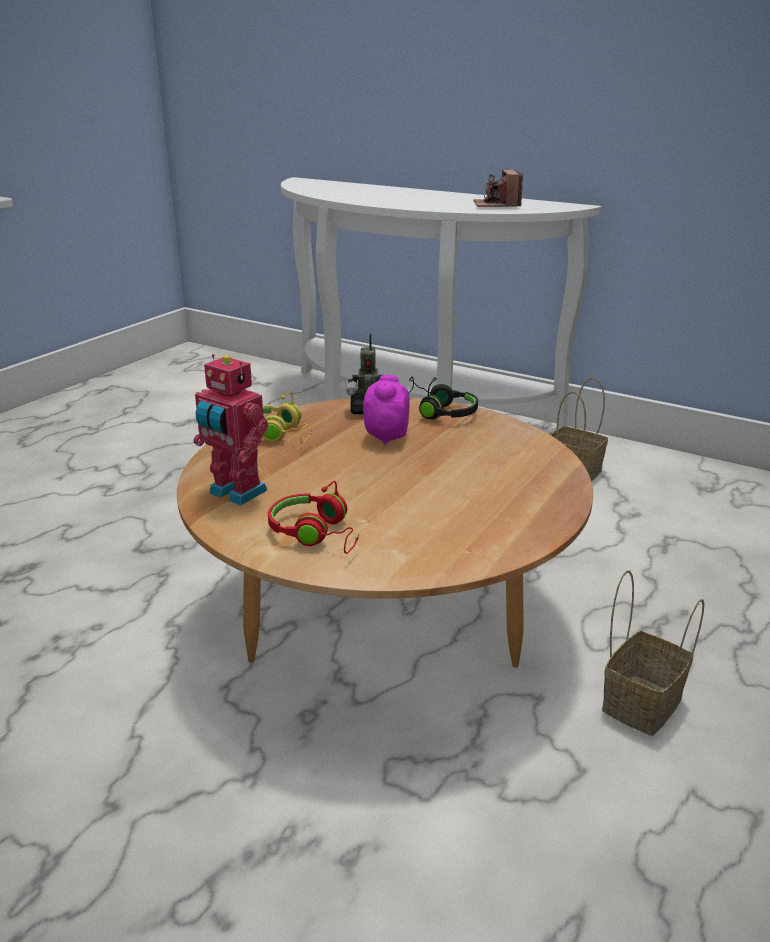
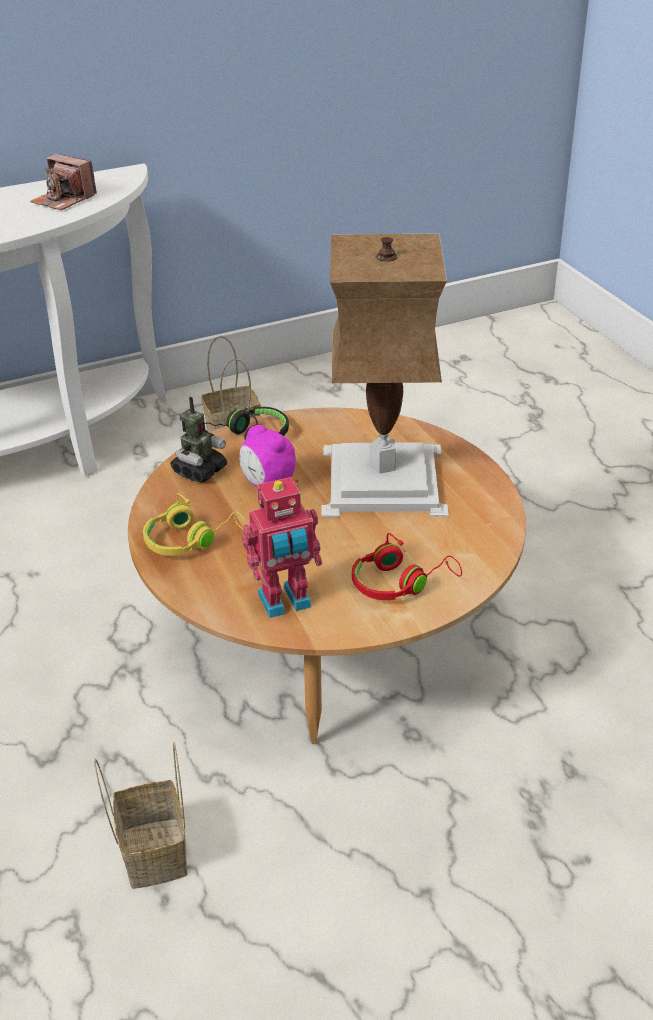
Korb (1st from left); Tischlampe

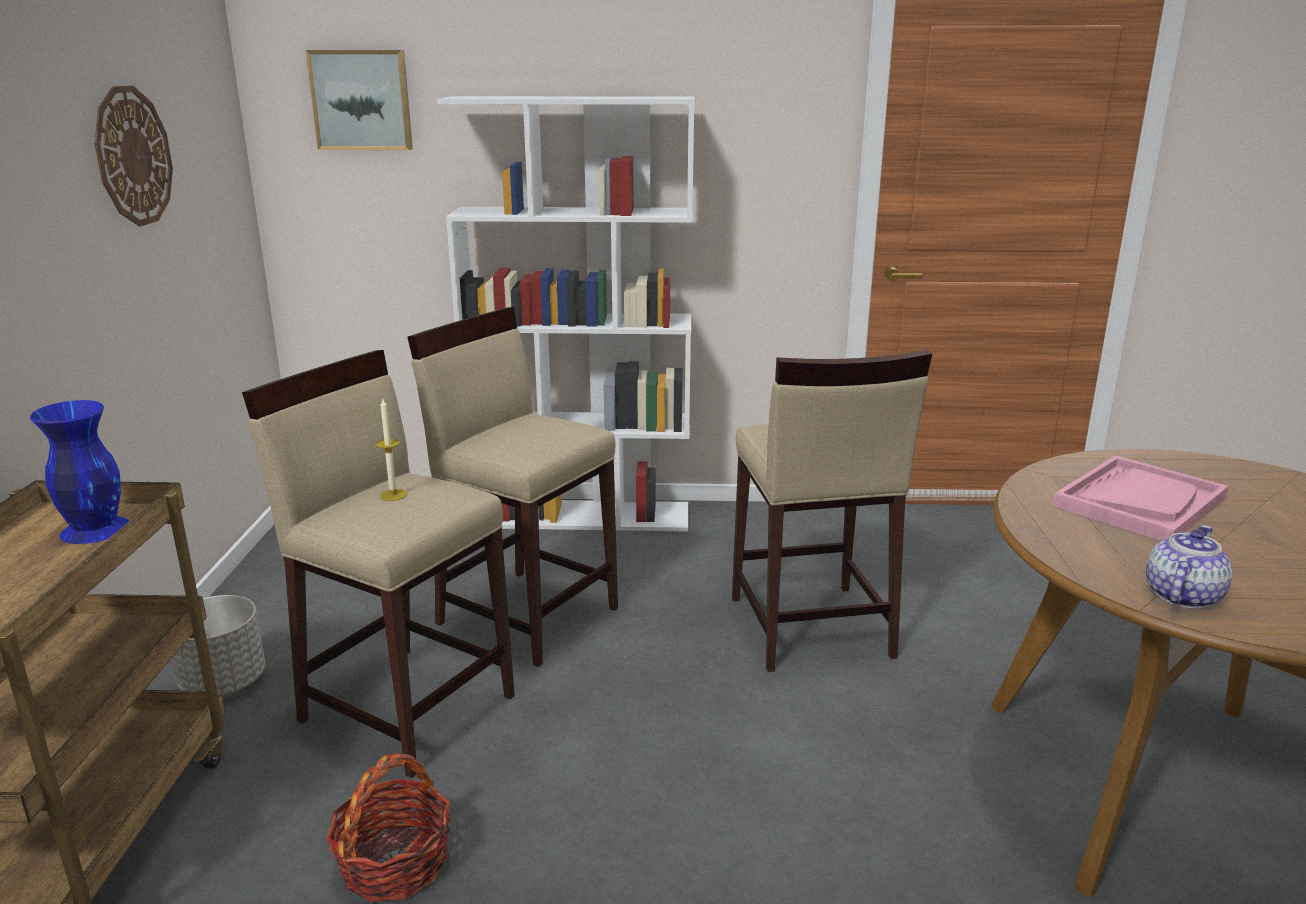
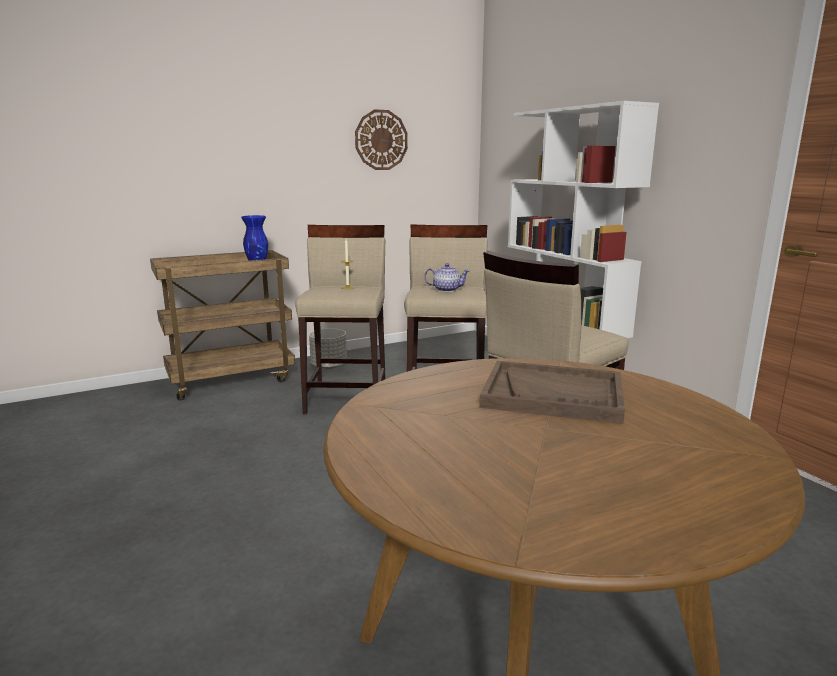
Bild; Korb; Tablett/braun; Teekanne

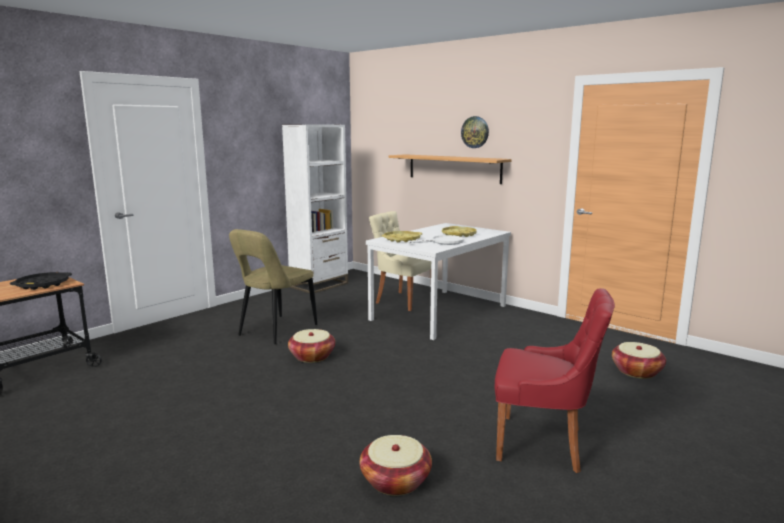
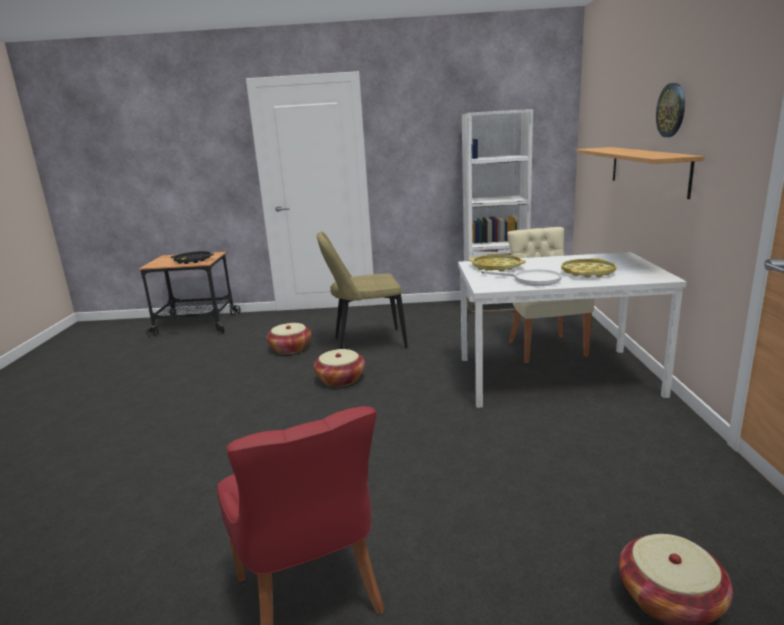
Korb (1st from left)

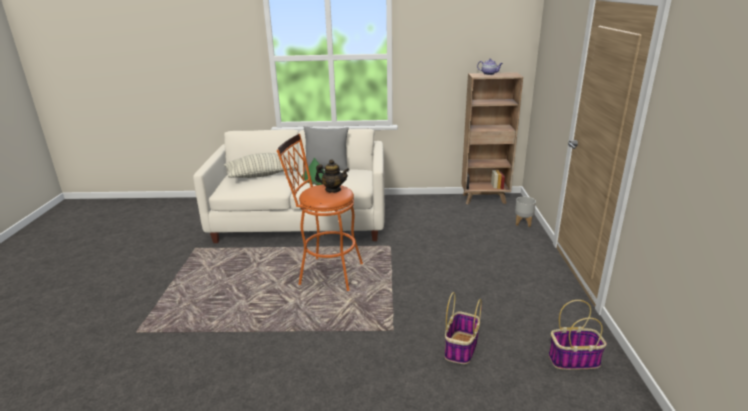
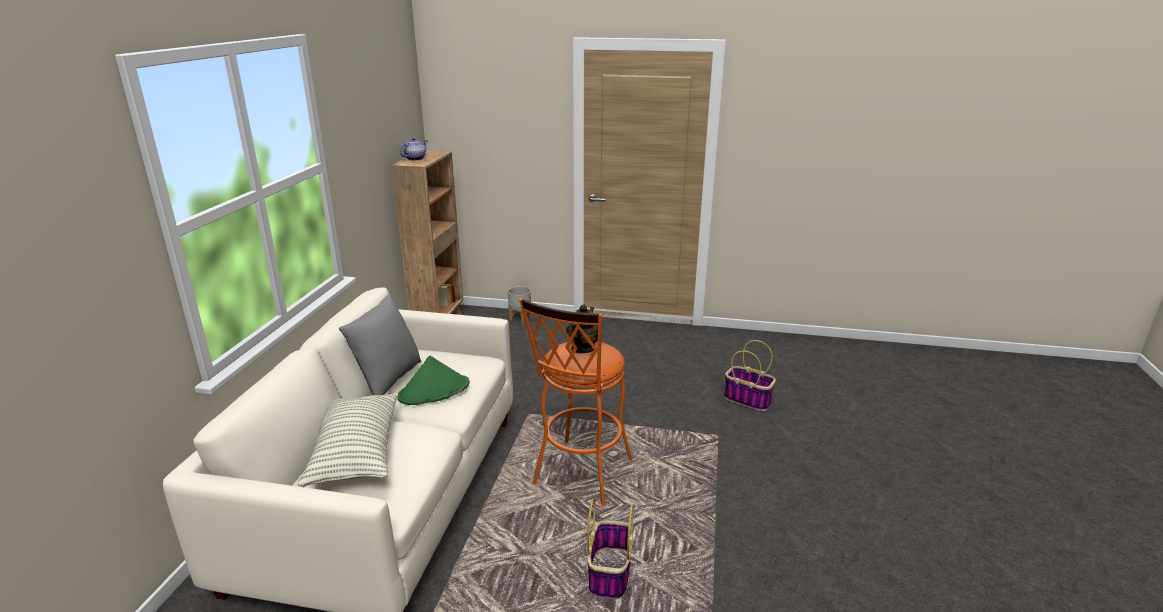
Korb (1st from left)

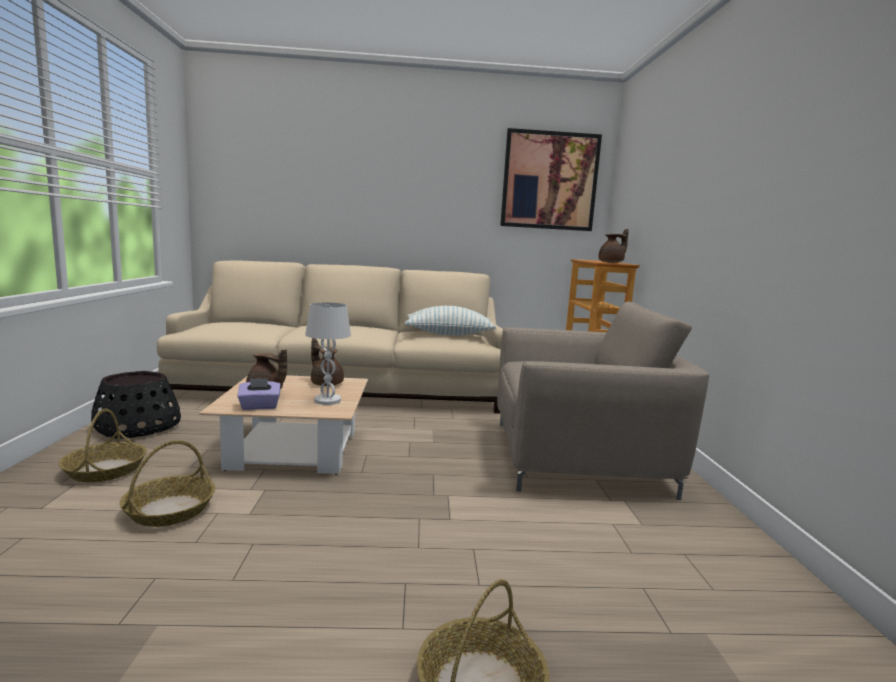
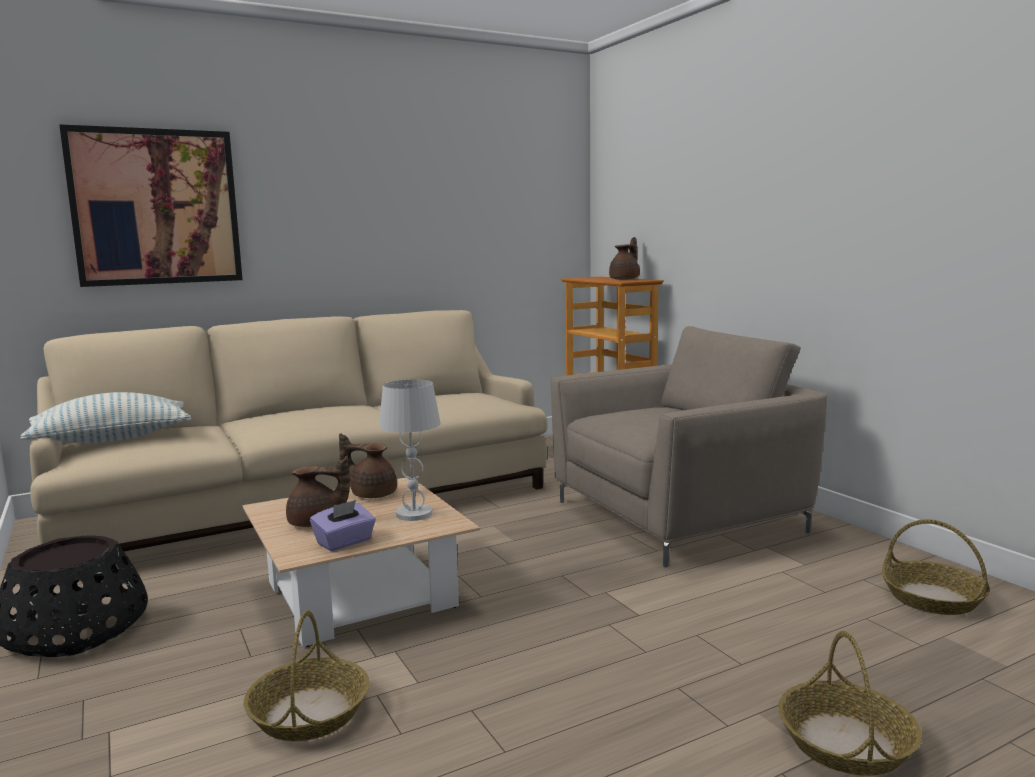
Korb (3rd from left); Kissen; Bild

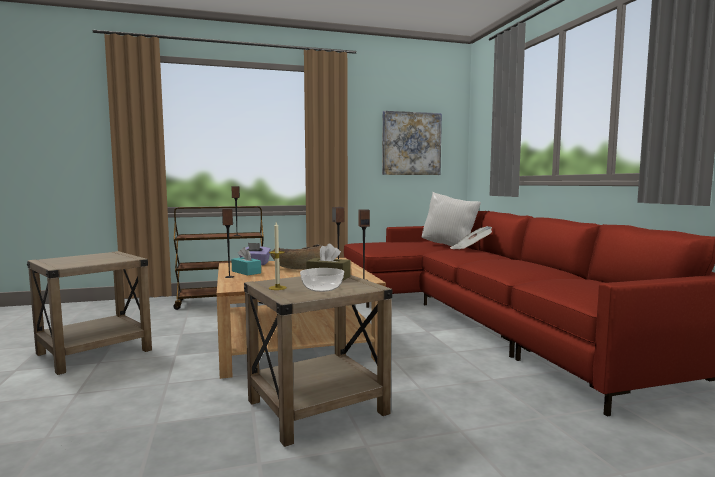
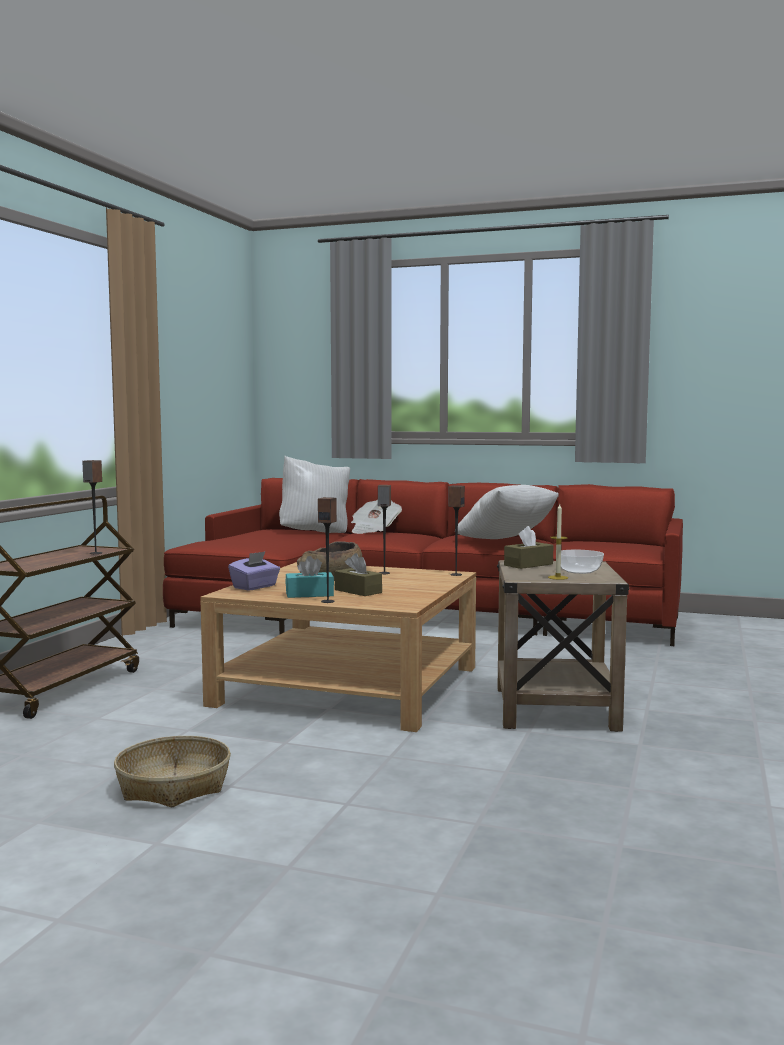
Korb; Bild; Taschentuchbox/braun (1st from left); Kissen/weiß (2nd from left)

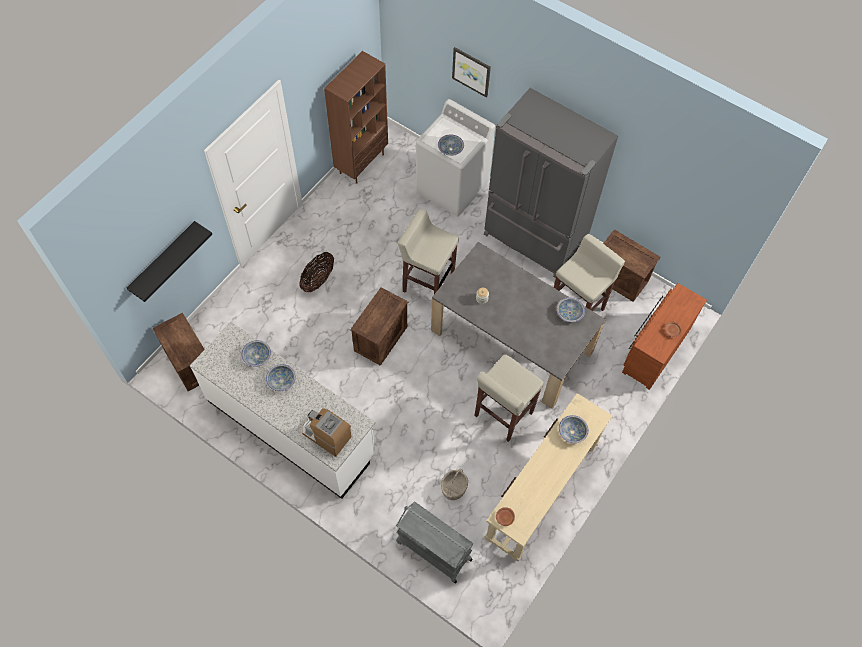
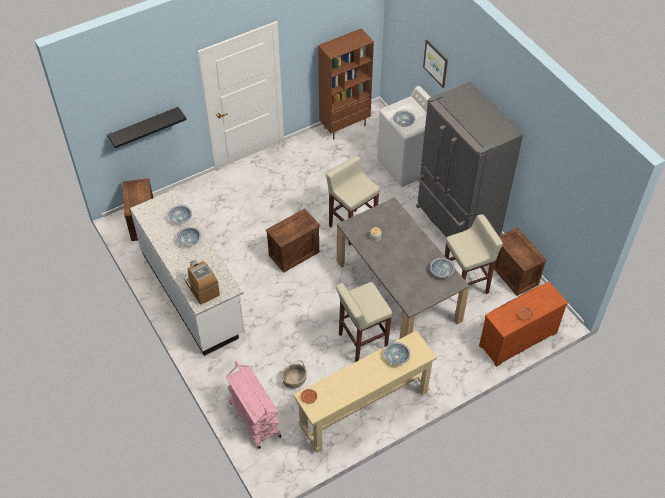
Korb (1st from left in the first image); Rollwagen/rosa

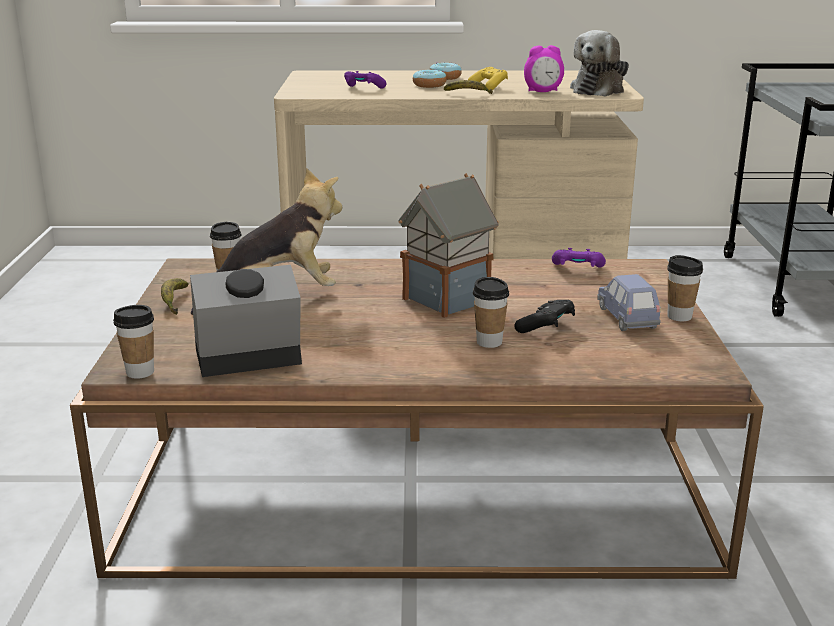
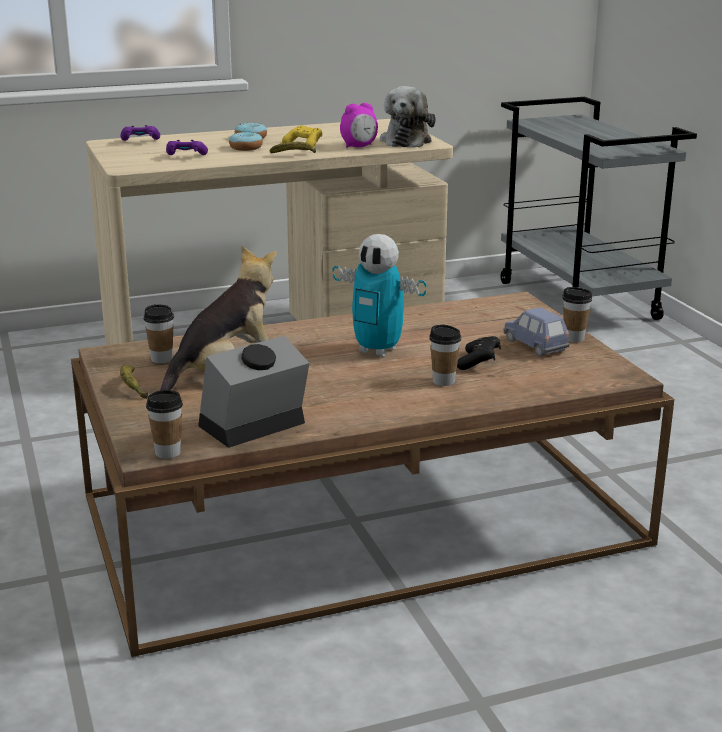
Spielzeugroboter; Gamepad/lila (1st from left)

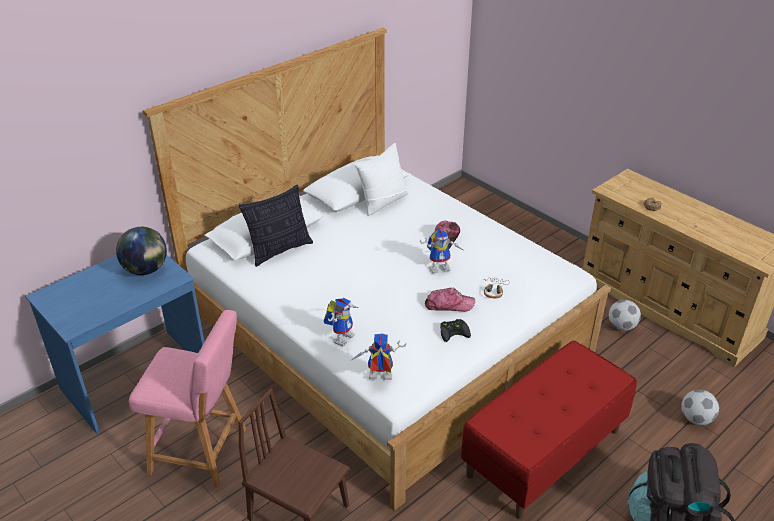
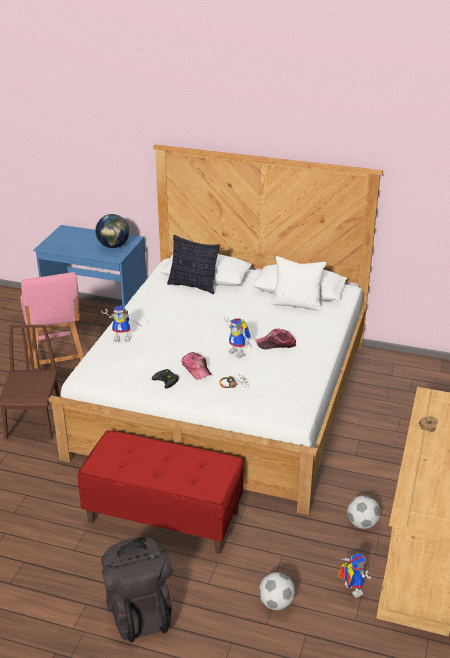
Spielzeugroboter (3rd from left)

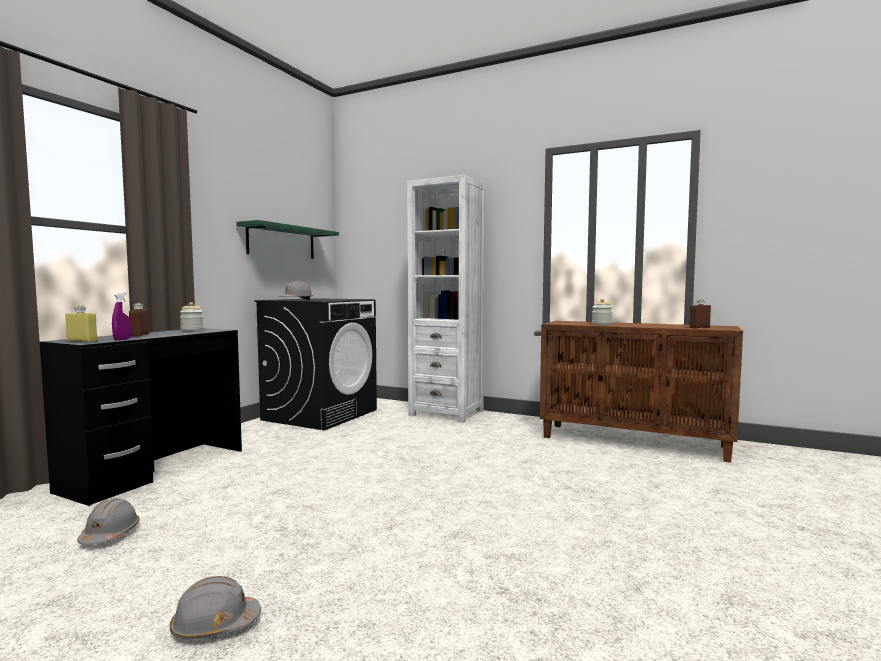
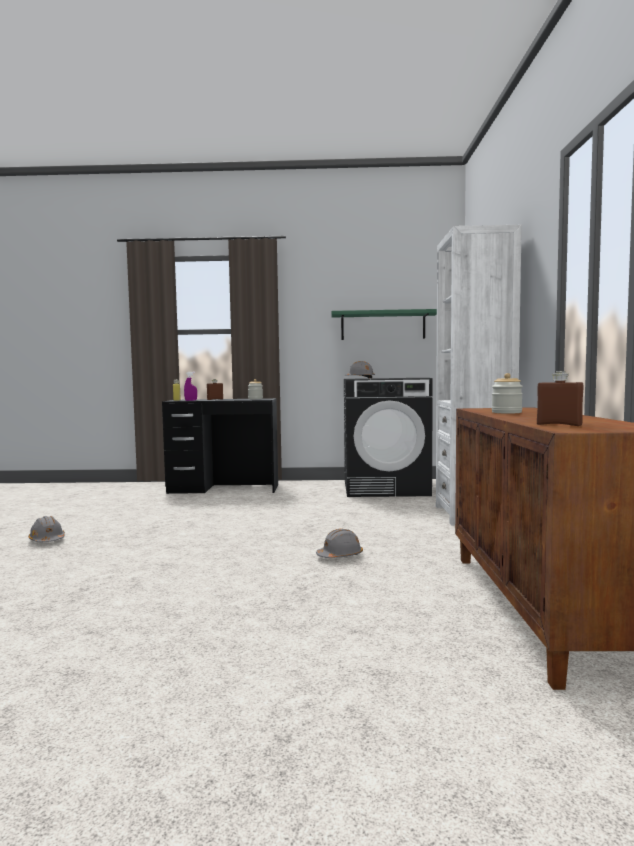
Schutzhelm/grau (2nd from left)

